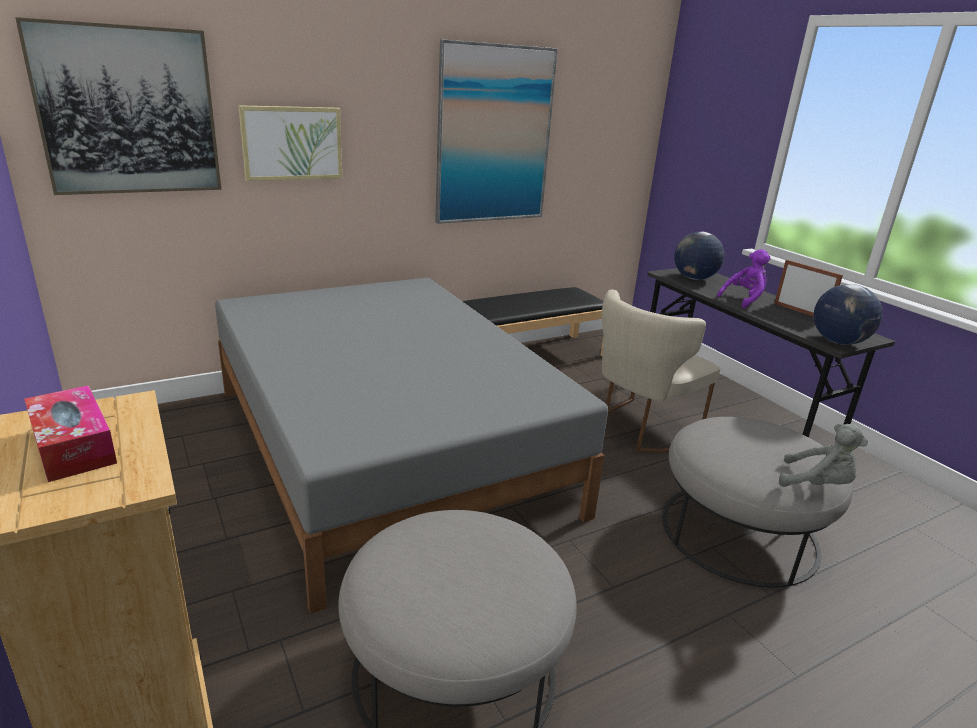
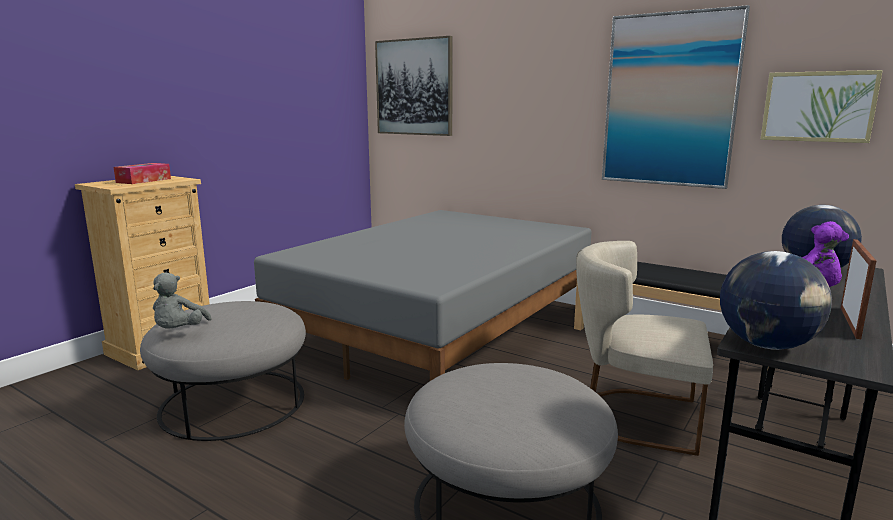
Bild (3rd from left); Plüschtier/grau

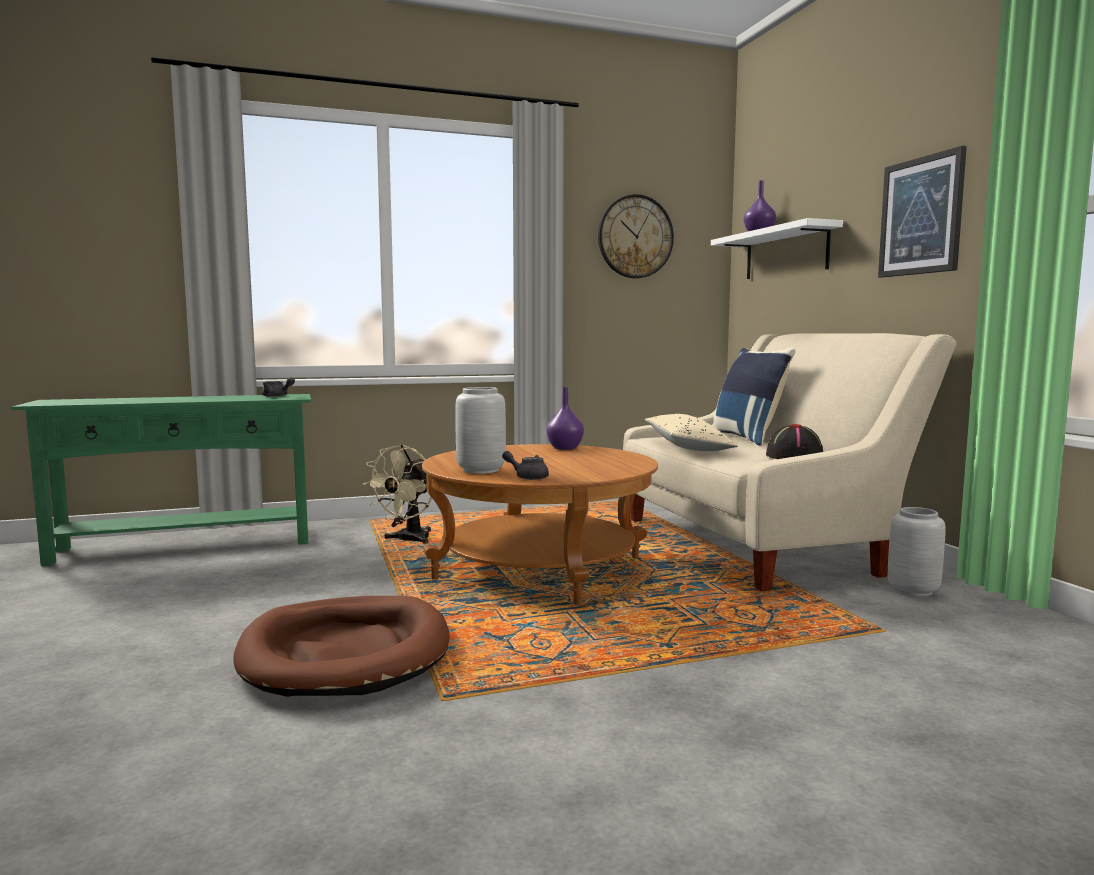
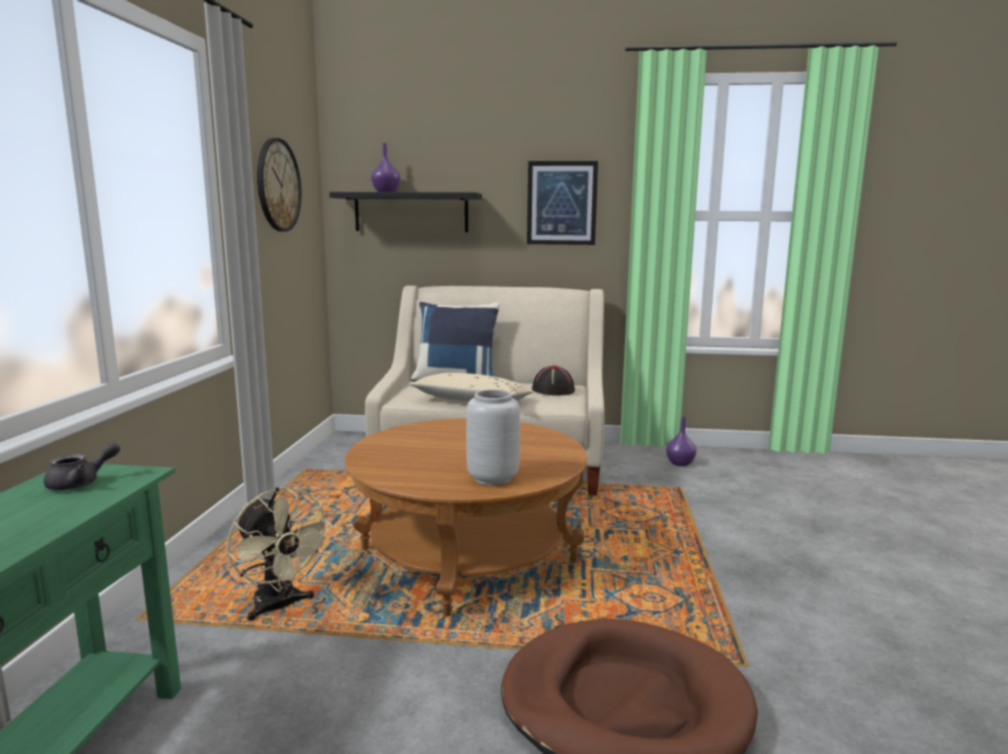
Teekanne/grau (2nd from left in the first image); Vase/lila (2nd from left); Wandregal/schwarz; Vase/grau (2nd from left in the first image)

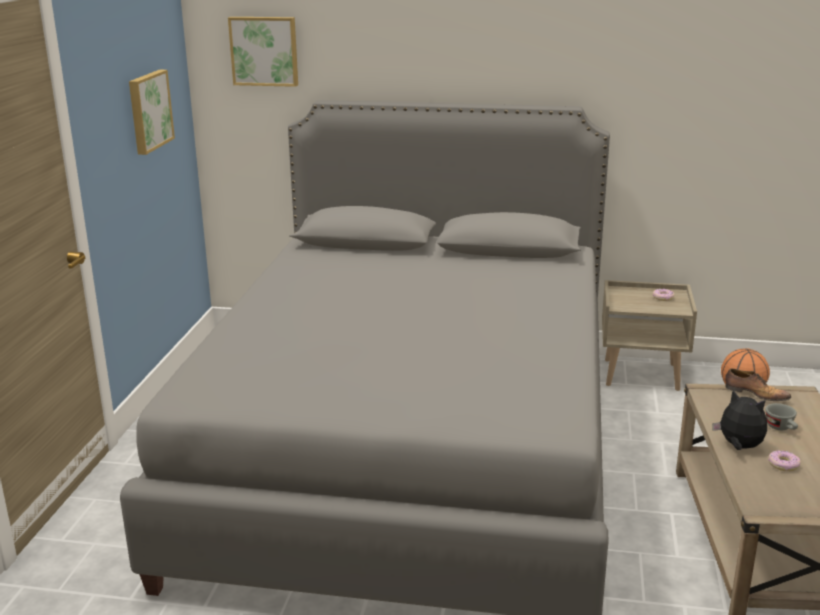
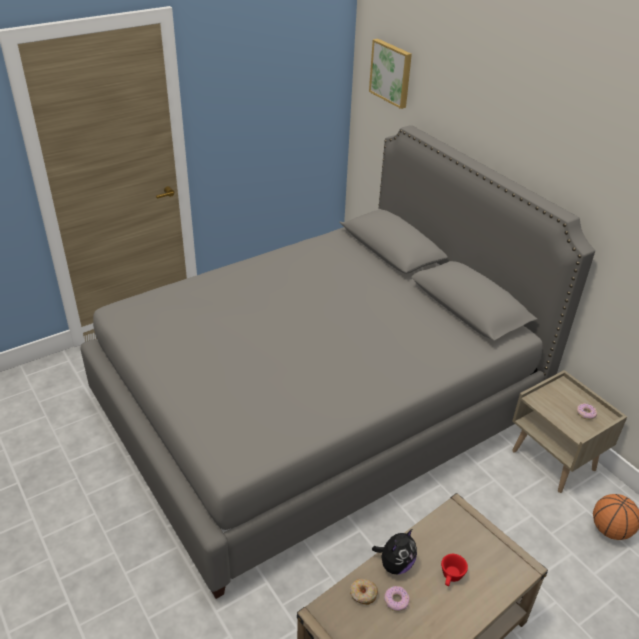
Bild (1st from left in the first image); Plüschtier; Schuh; Tasse/rot; Donut (1st from left)

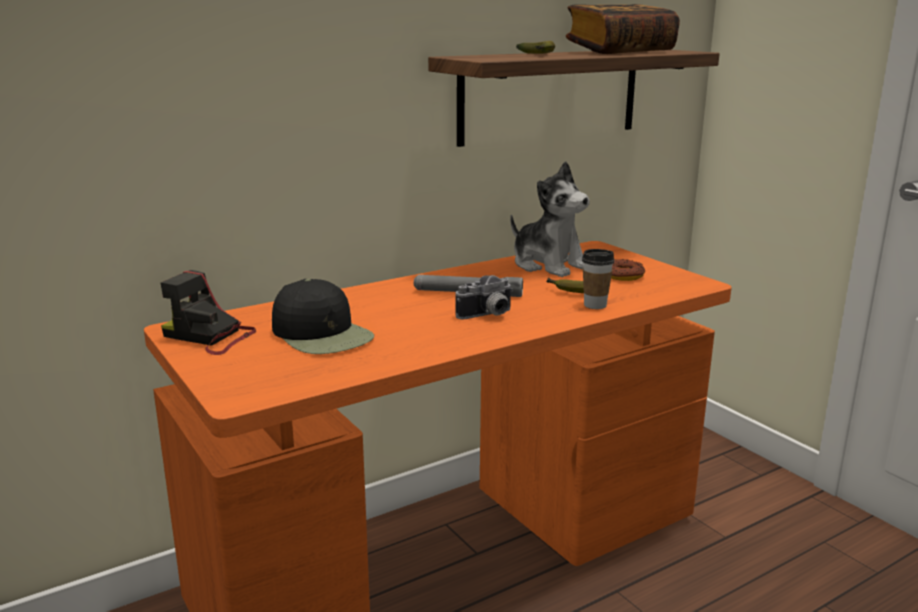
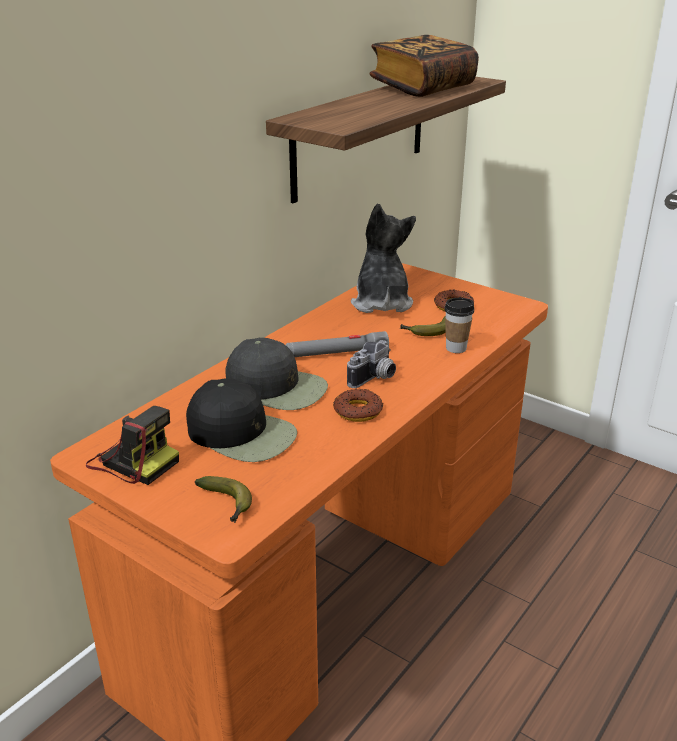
Kamera (1st from left); Plüschtier; Banane (1st from left); Kappe/schwarz (2nd from left); Donut (1st from left)

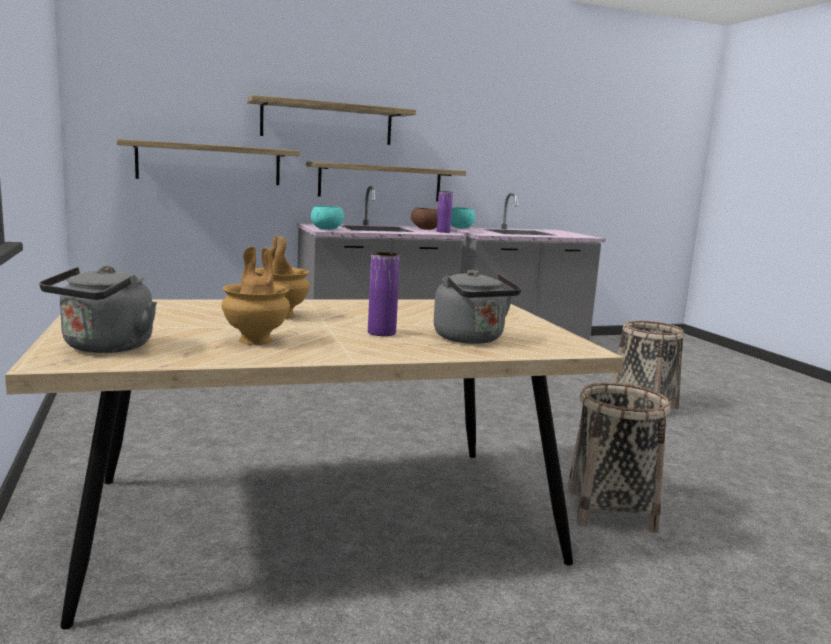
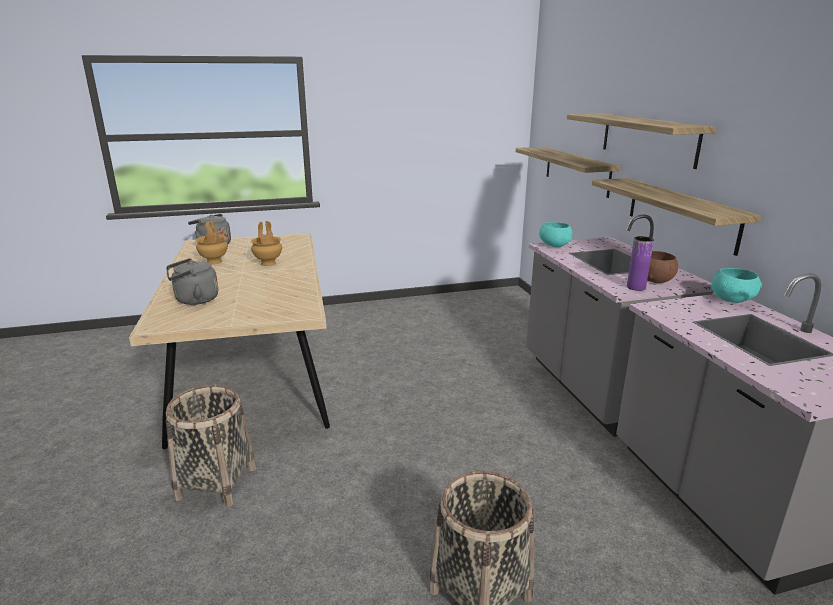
Vase/lila (1st from left in the first image)

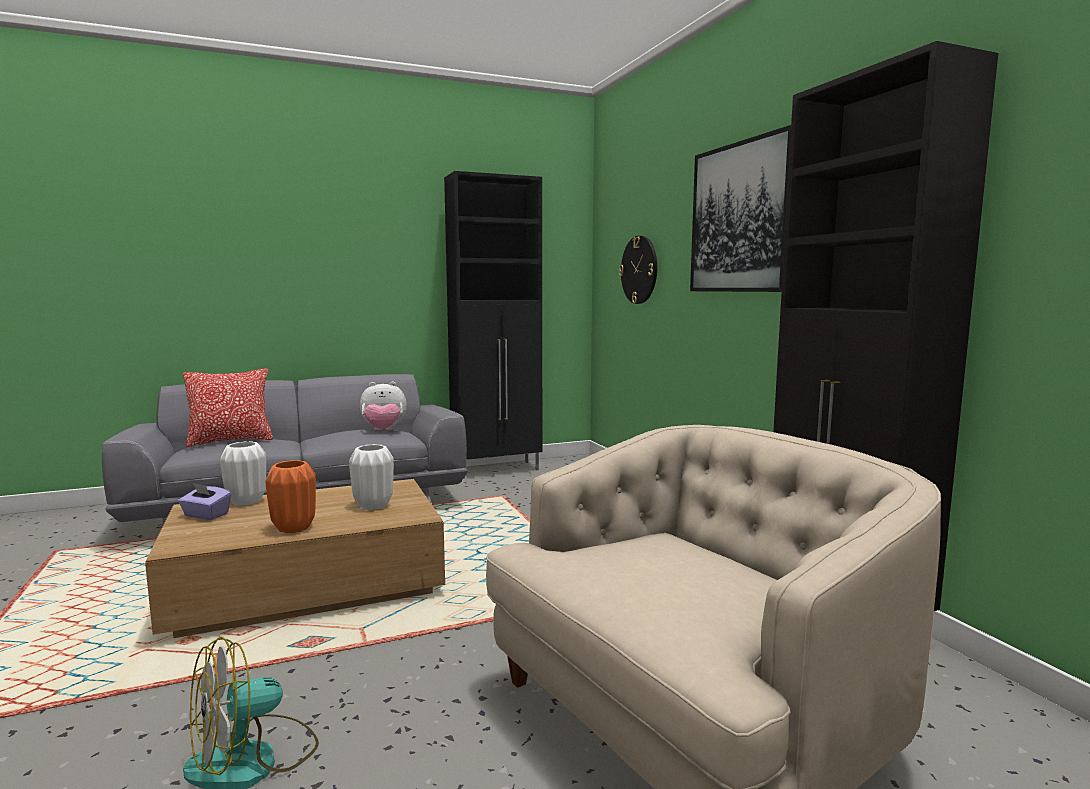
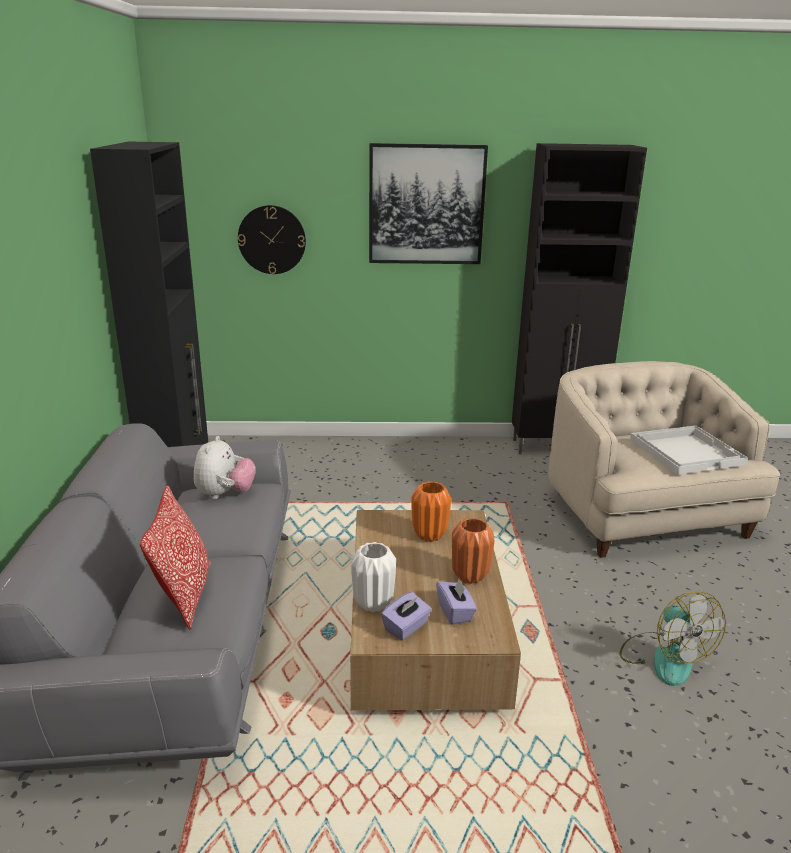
Vase/orange (1st from left); Taschentuchbox/lila (2nd from left); Tablett/weiß

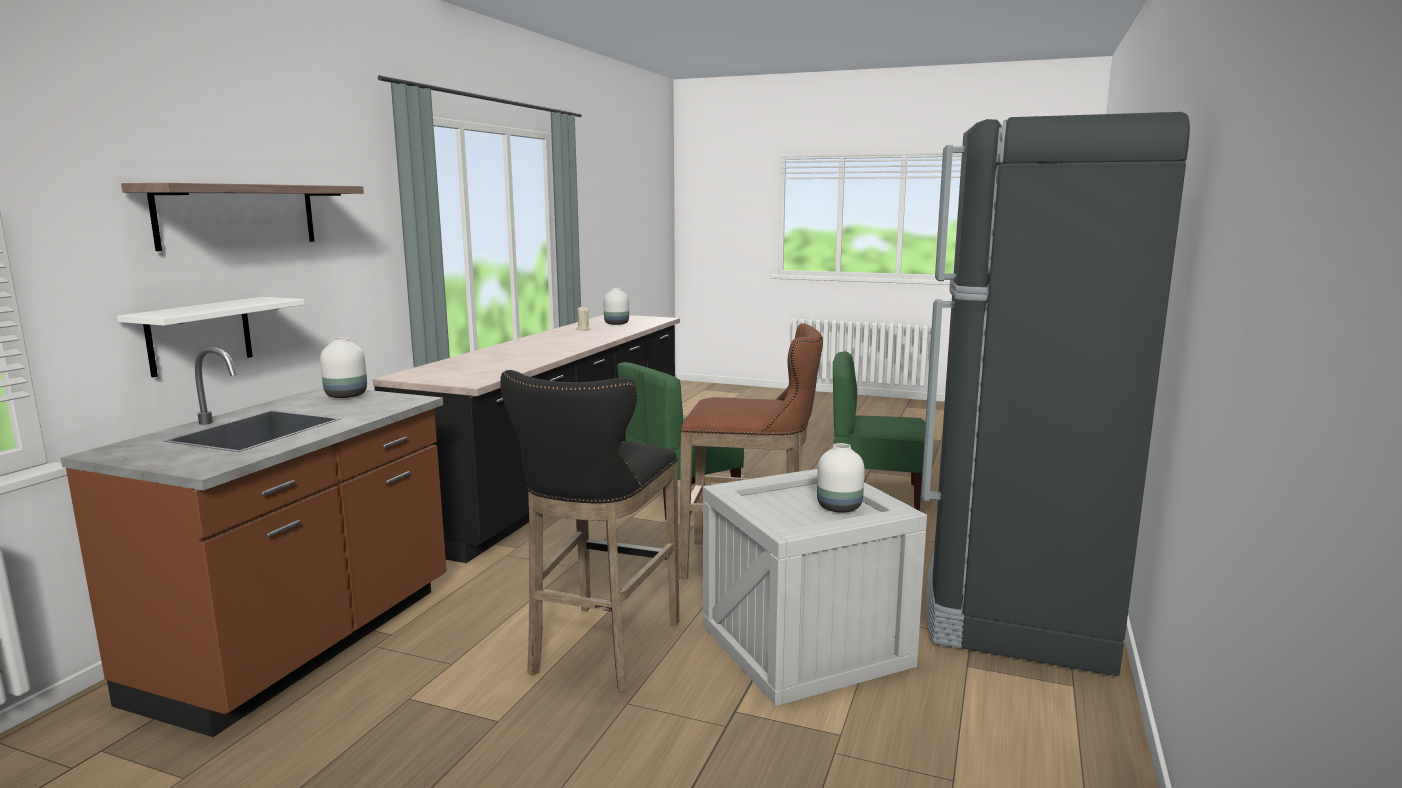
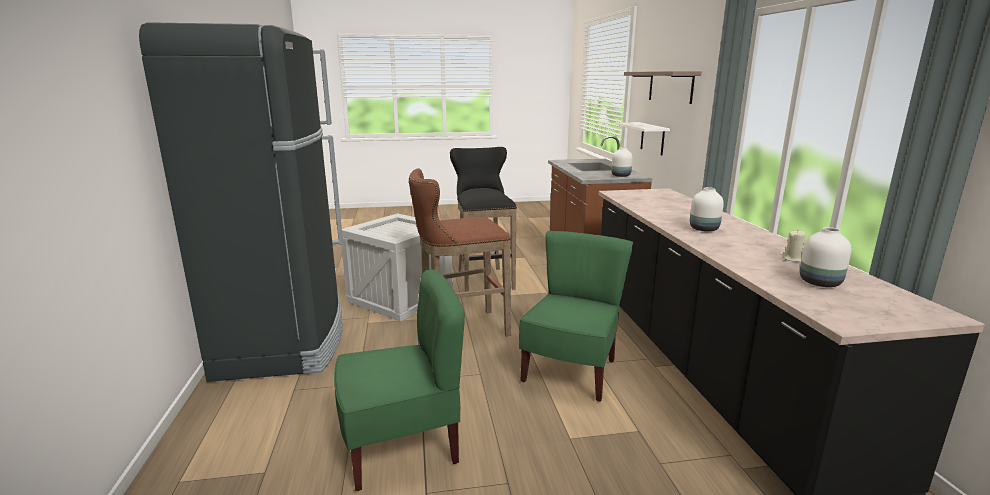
Vase/weiß (2nd from left)

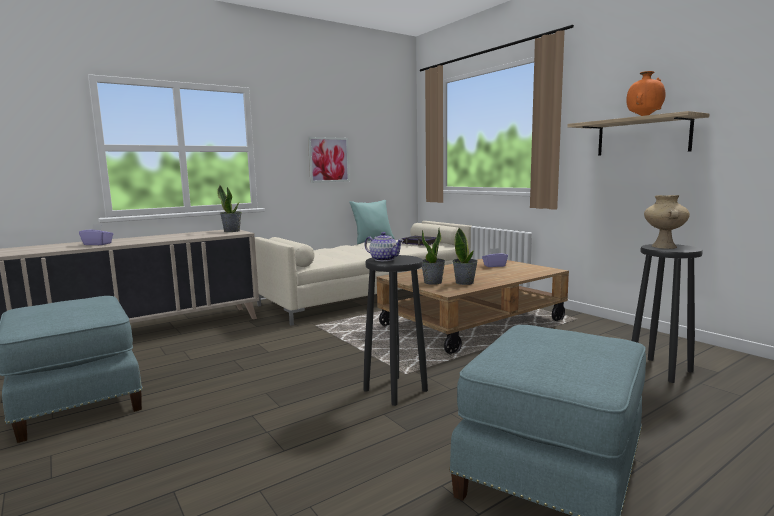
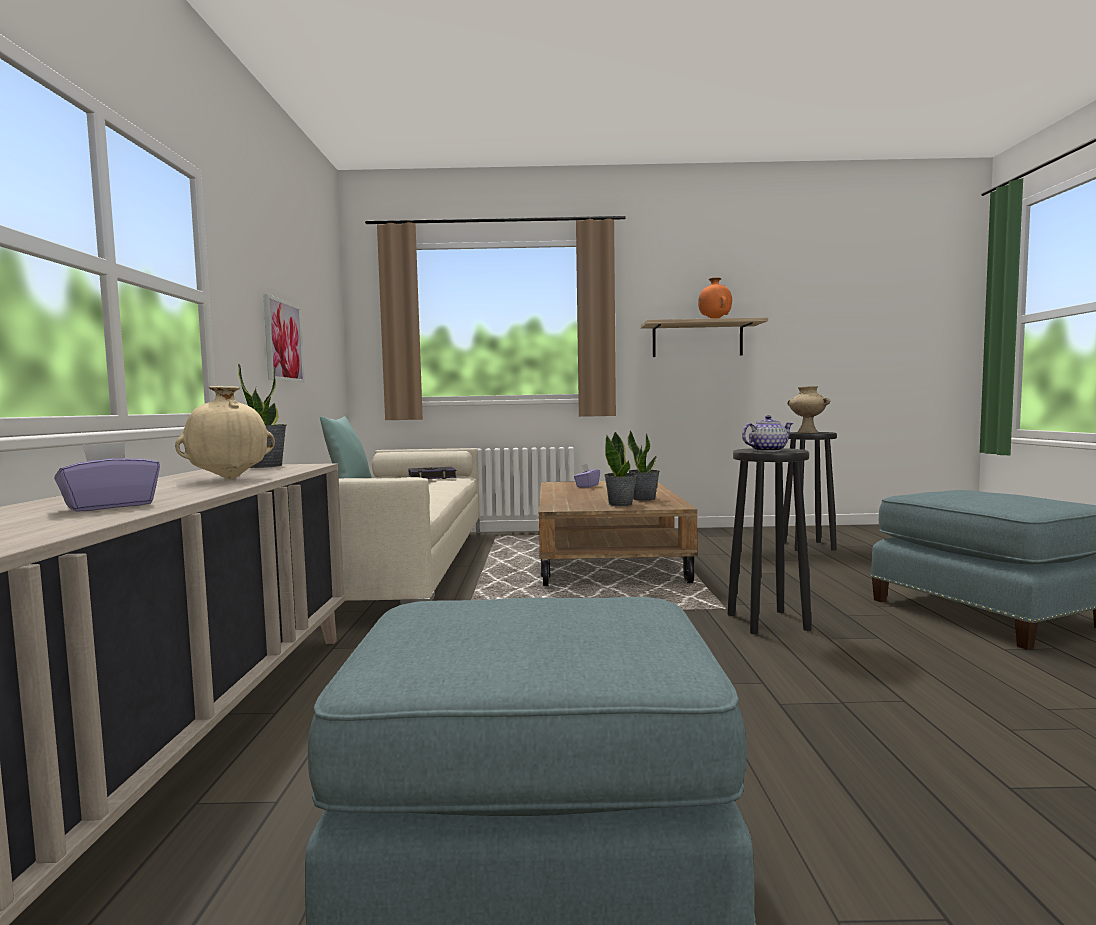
Vase/beige (1st from left)

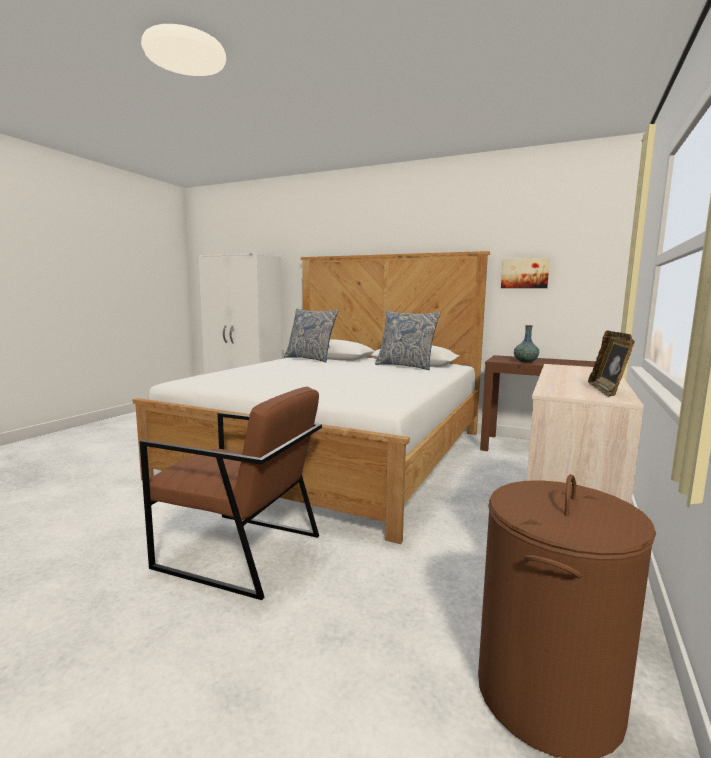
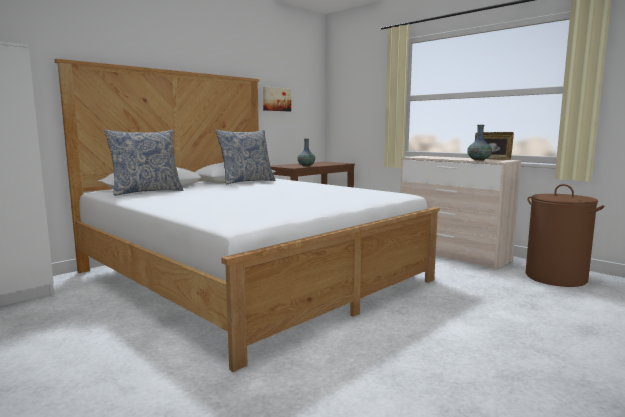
Sessel/braun; Vase (2nd from left)

